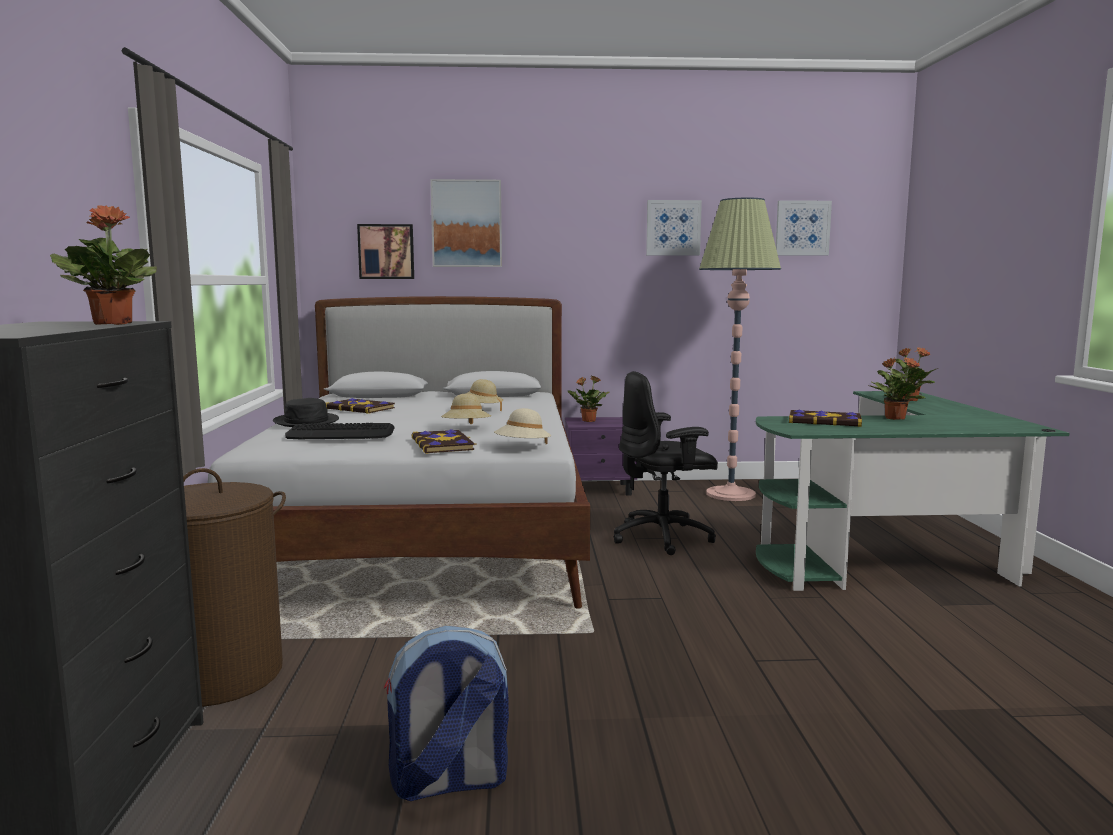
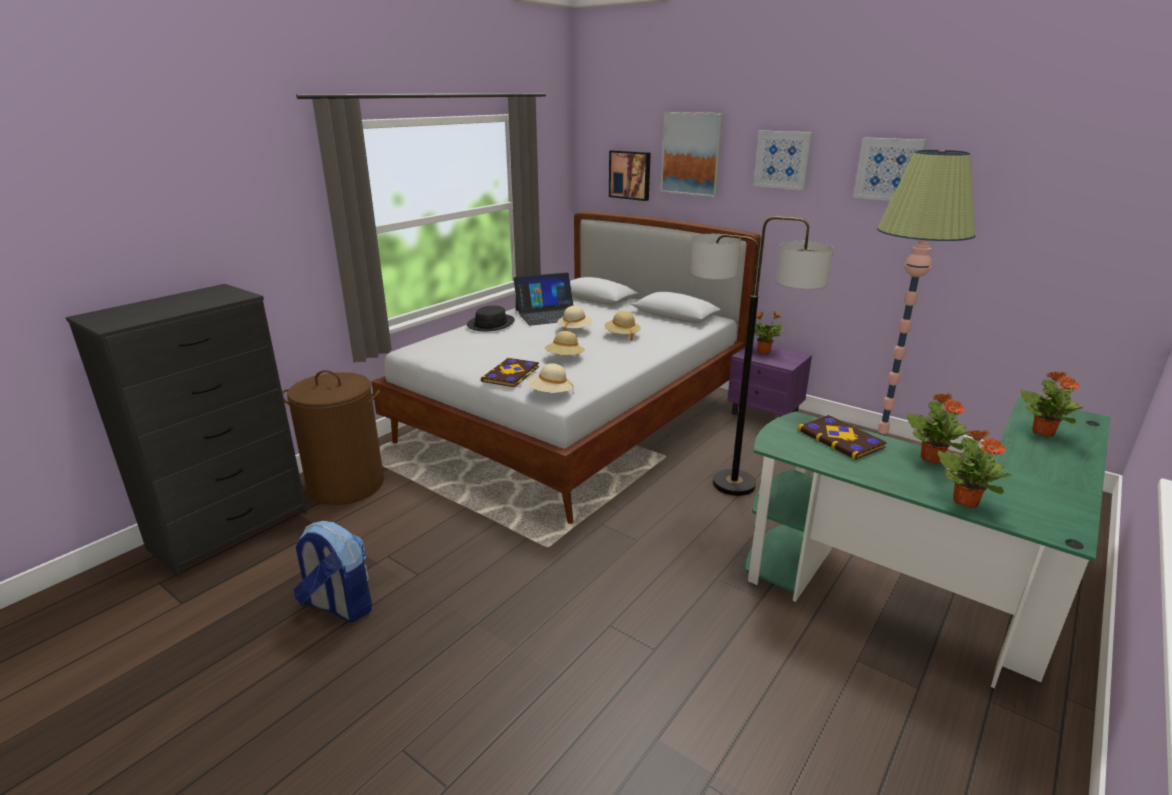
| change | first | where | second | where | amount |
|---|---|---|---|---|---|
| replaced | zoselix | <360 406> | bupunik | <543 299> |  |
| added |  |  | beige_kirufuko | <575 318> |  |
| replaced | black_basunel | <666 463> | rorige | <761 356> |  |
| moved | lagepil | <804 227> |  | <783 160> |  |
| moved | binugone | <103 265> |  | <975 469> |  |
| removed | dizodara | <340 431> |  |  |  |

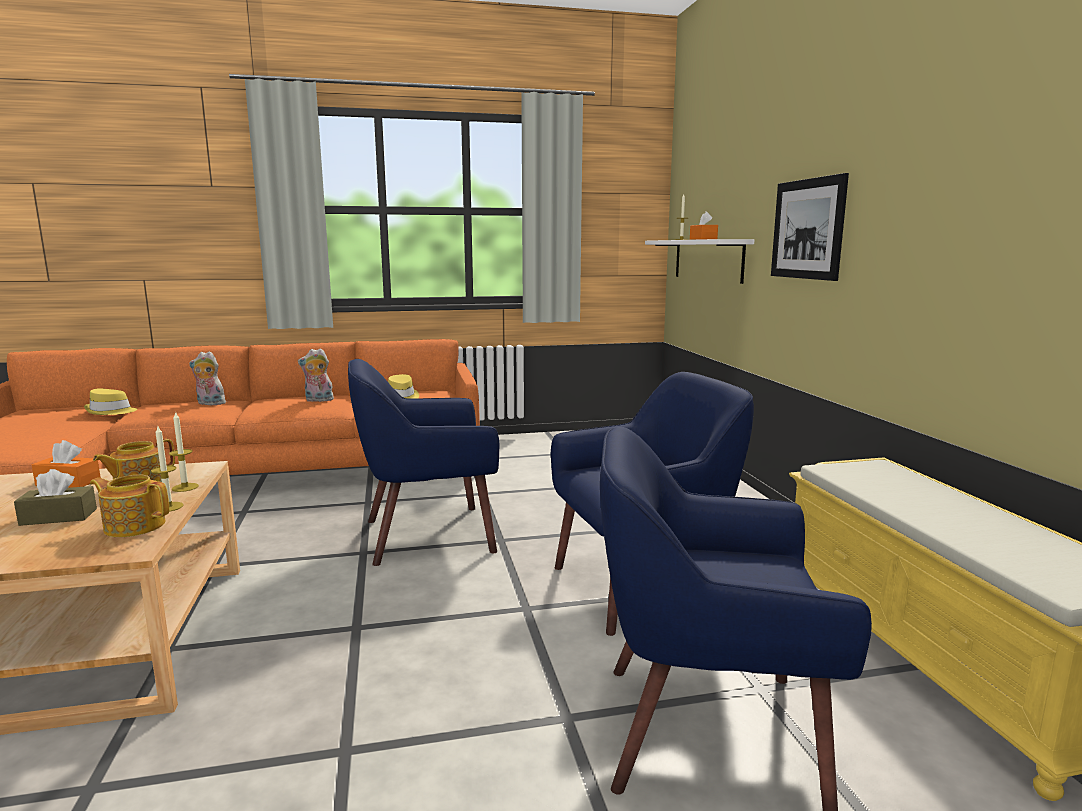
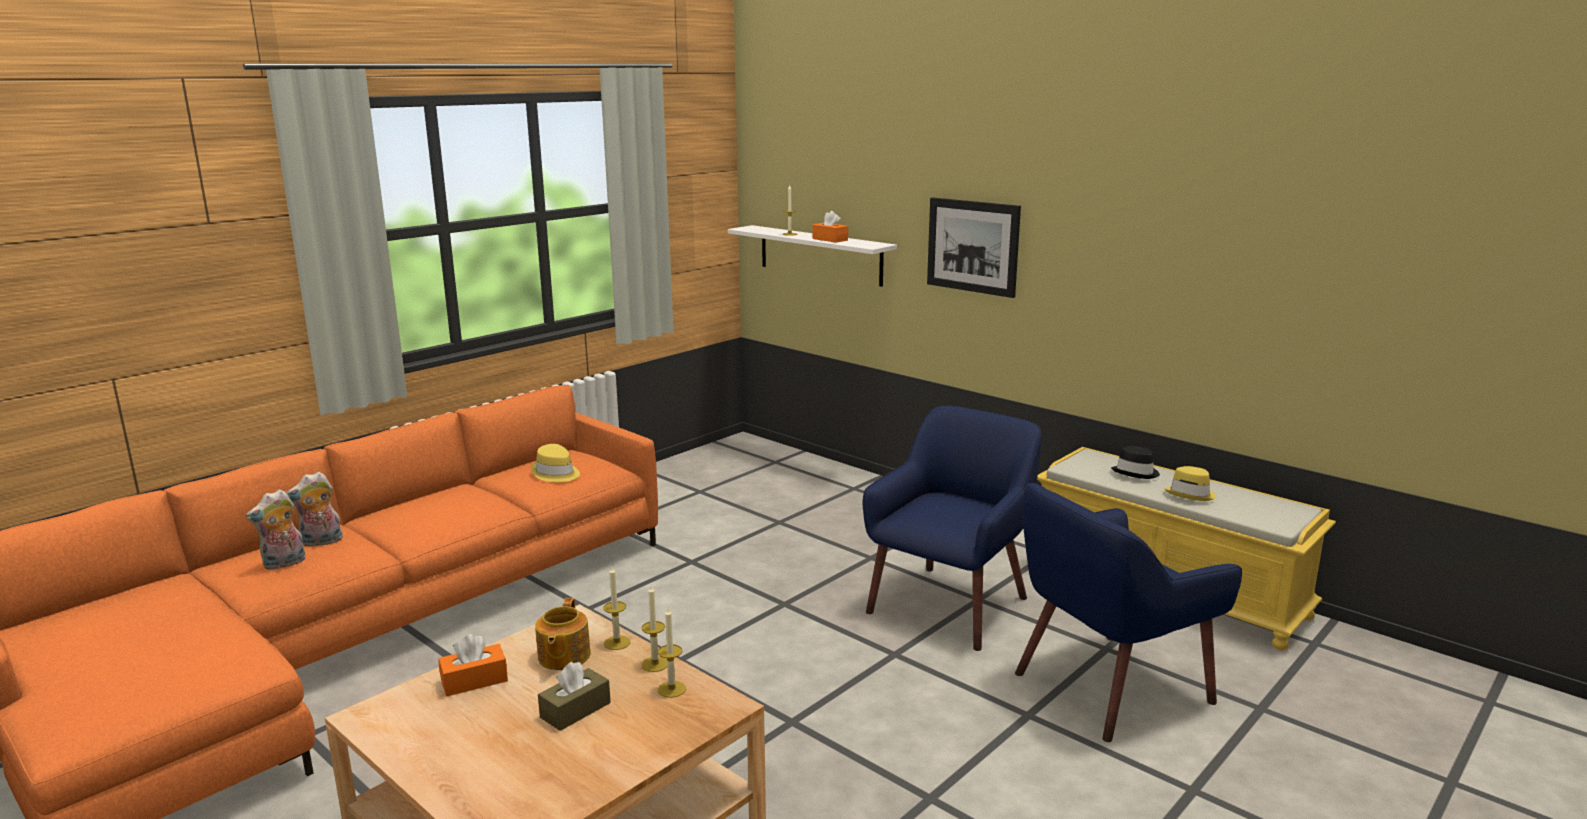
| change | first | where | second | where | amount |
|---|---|---|---|---|---|
| moved | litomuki | <316 375> |  | <276 529> |  |
| replaced | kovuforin | <129 506> | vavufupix | <672 653> |  |
| added |  |  | black_kirufuko | <1135 462> |  |
| moved | yellow_kirufuko | <110 401> |  | <1190 483> |  |
| removed | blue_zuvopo | <424 462> |  |  |  |

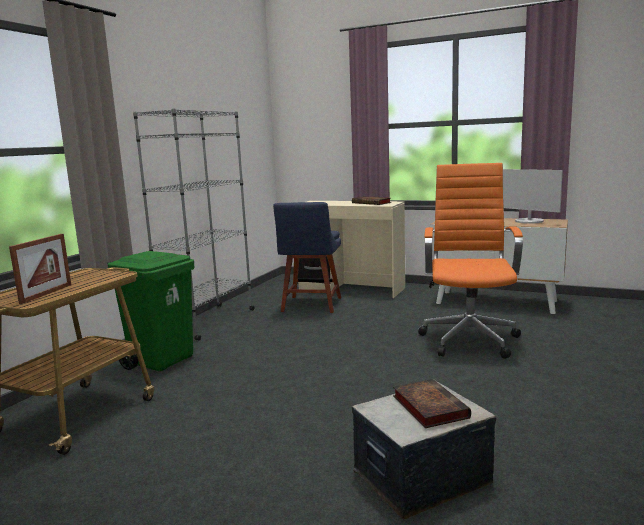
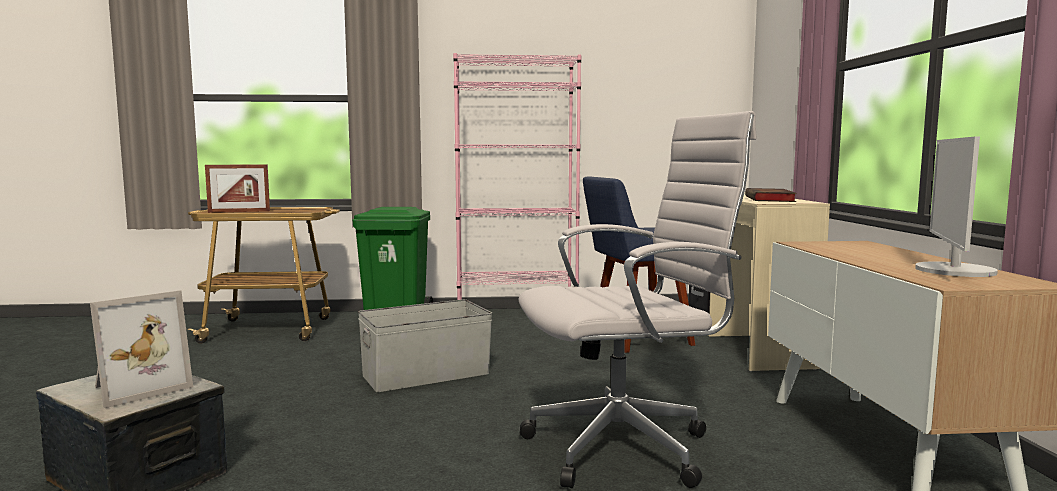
| change | first | where | second | where | amount |
|---|---|---|---|---|---|
| replaced | zoselix | <432 403> | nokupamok | <141 349> |  |
| added |  |  | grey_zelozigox | <425 345> |  |
| recoloured | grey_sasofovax | <193 224> | pink_sasofovax | <517 176> |  |
| recoloured | orange_basunel | <470 261> | white_basunel | <637 299> |  |

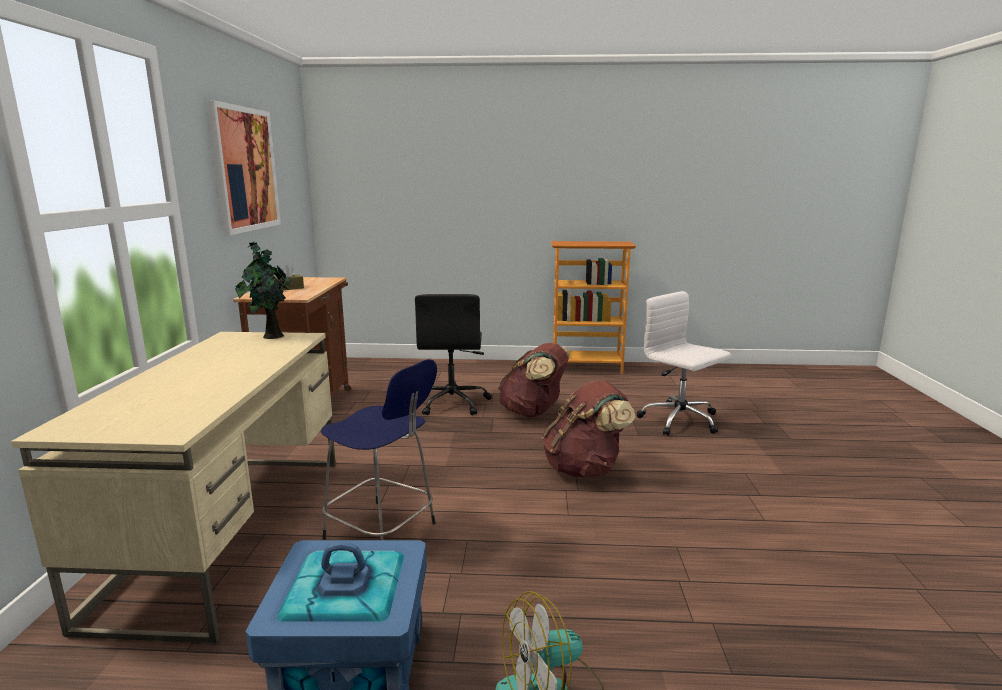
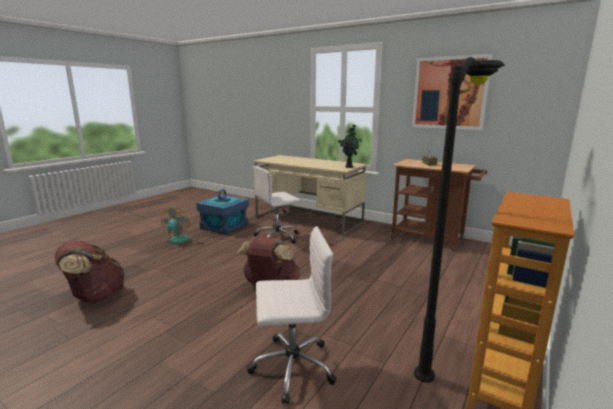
| change | first | where | second | where | amount |
|---|---|---|---|---|---|
| moved | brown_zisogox | <534 380> |  | <90 271> |  |
| replaced | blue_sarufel | <379 449> | white_basunel | <277 205> |  |
| added |  |  | black_rorige | <459 220> |  |
| removed | black_basunel | <453 354> |  |  |  |

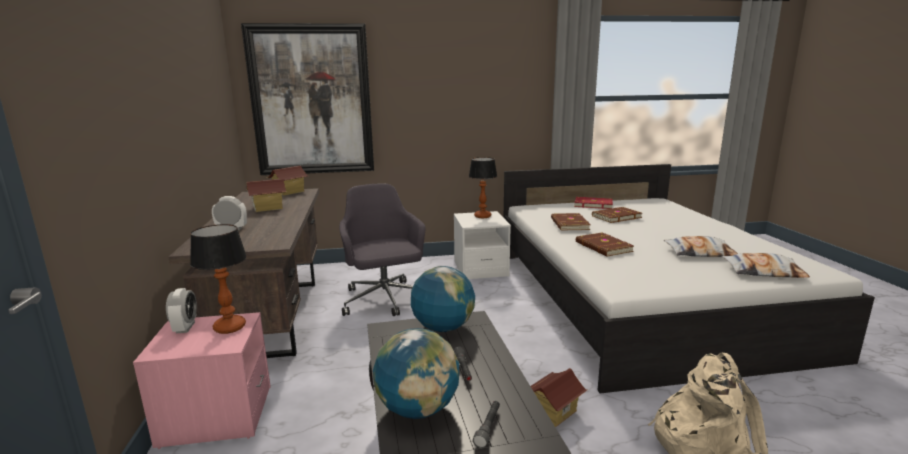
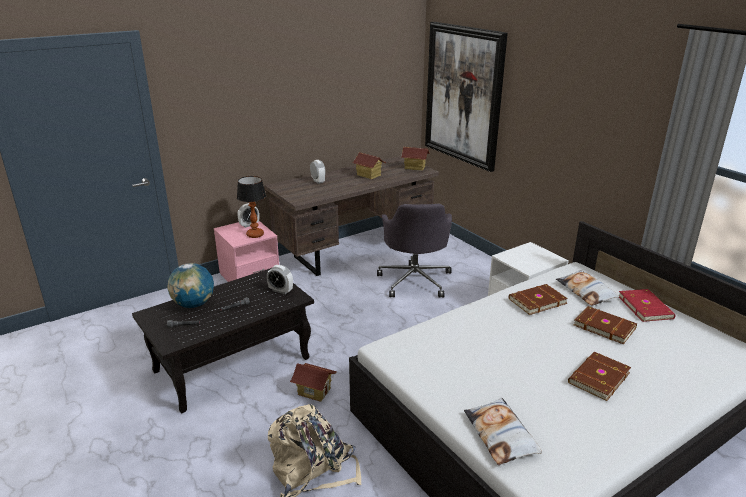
| change | first | where | second | where | amount |
|---|---|---|---|---|---|
| replaced | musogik | <443 299> | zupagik | <280 279> |  |
| turned | grey_basunel | <382 249> |  | <414 250> | 135 degrees clockwise |
| moved | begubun | <701 246> |  | <588 288> |  |
| moved | brown_zoselix | <605 244> |  | <599 376> |  |
| removed | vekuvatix | <483 187> |  |  |  |

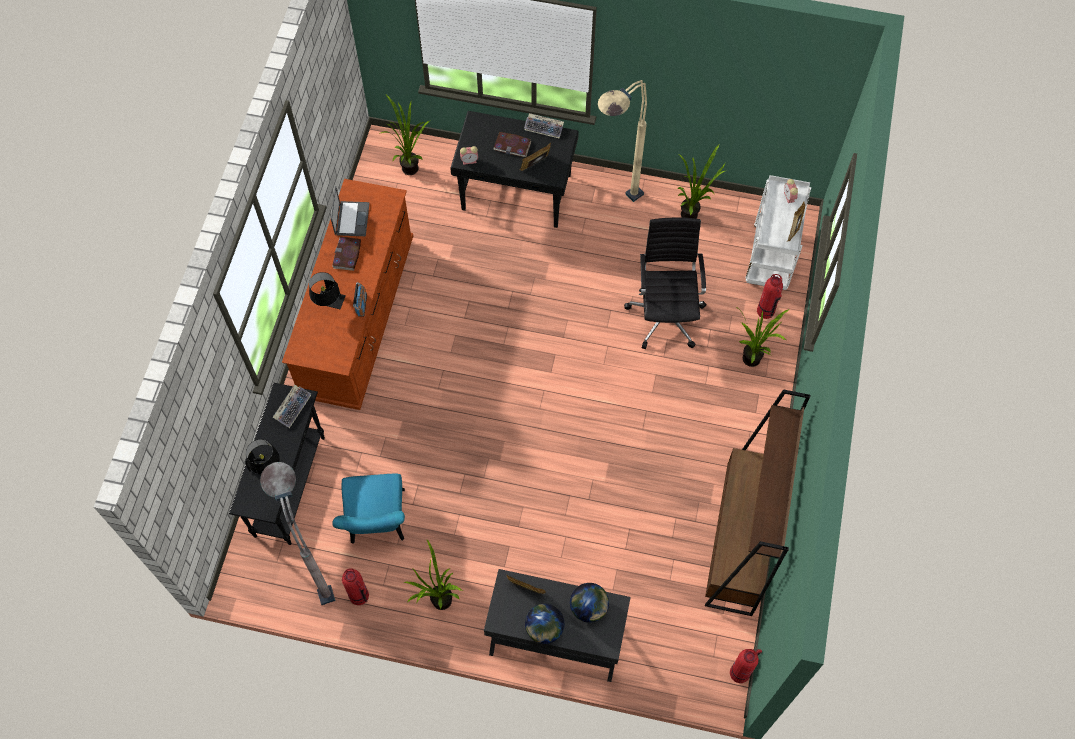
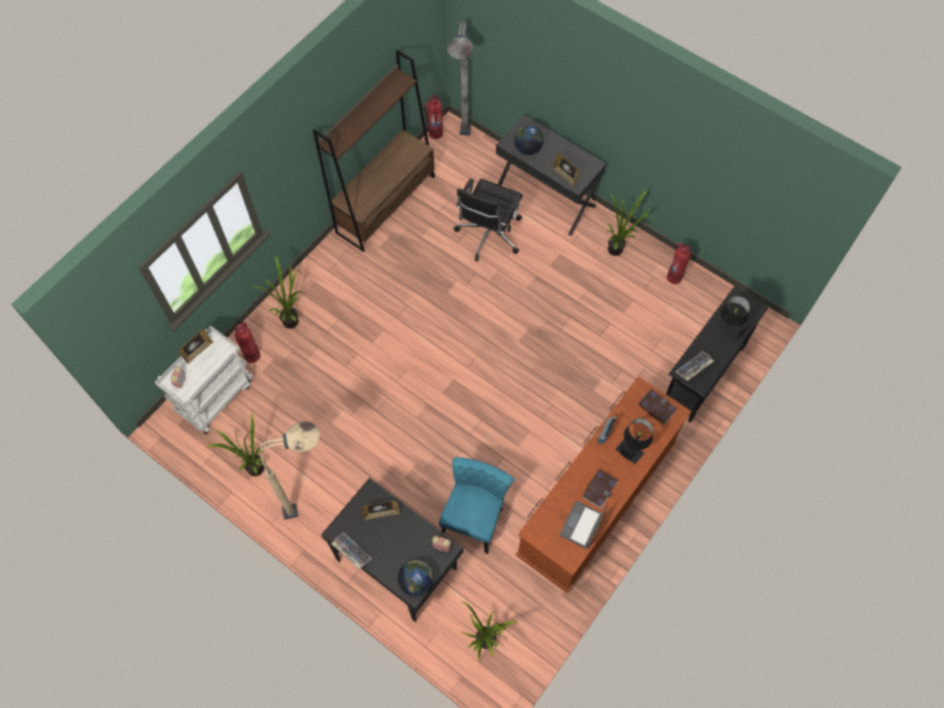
| change | first | where | second | where | amount |
|---|---|---|---|---|---|
| moved | musogik | <544 624> |  | <416 578> |  |
| moved | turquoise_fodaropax | <368 509> |  | <476 505> |  |
| moved | grey_rorige | <297 533> |  | <460 78> |  |
| moved | black_basunel | <665 283> |  | <488 219> |  |
| moved | zoselix | <512 144> |  | <658 407> |  |

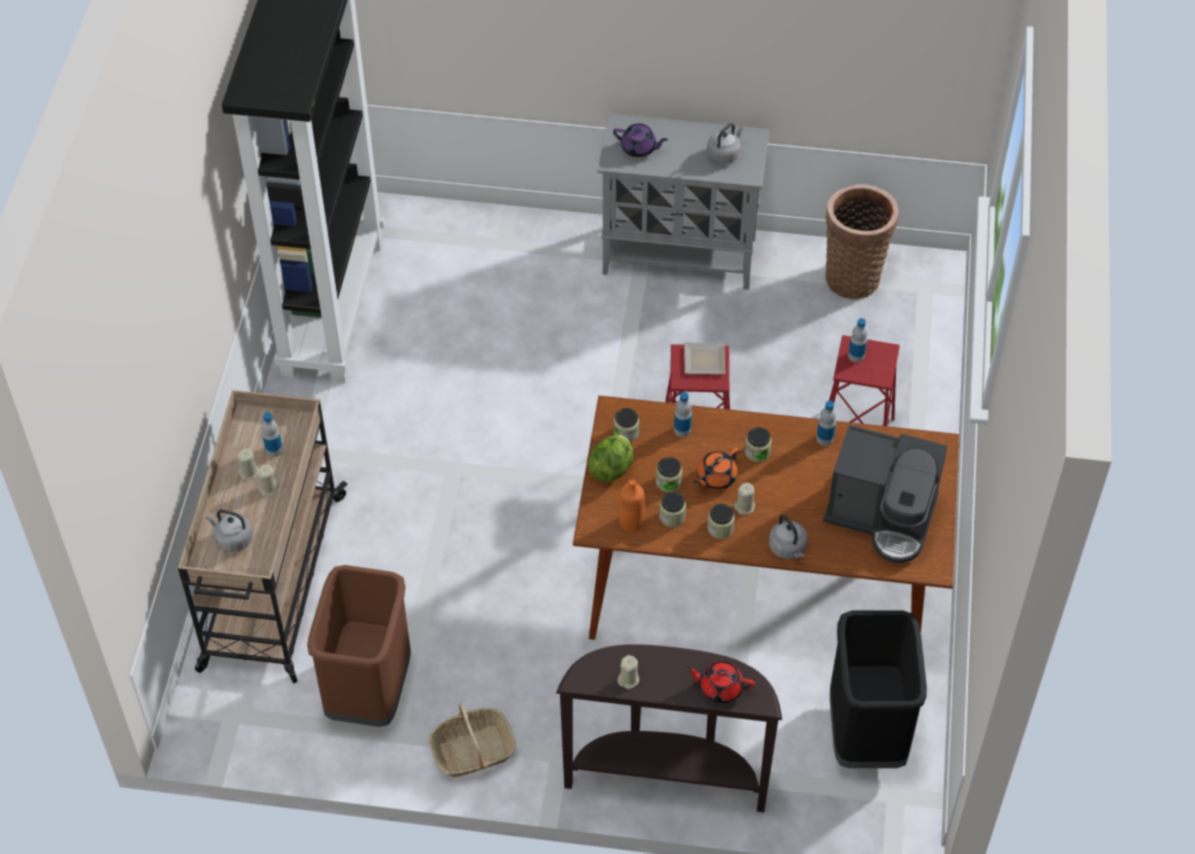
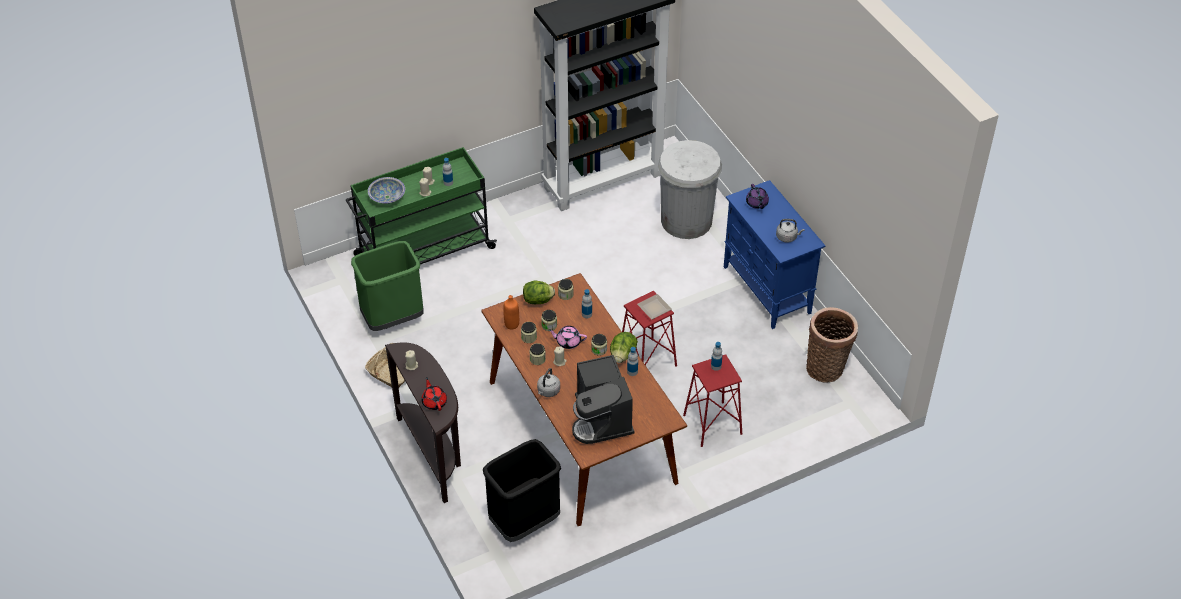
| change | first | where | second | where | amount |
|---|---|---|---|---|---|
| recoloured | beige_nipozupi | <263 536> | green_nipozupi | <421 205> |  |
| recoloured | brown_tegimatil | <359 646> | green_tegimatil | <387 286> |  |
| replaced | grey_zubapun | <229 530> | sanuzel | <386 190> |  |
| recoloured | orange_kovuforin | <716 469> | pink_kovuforin | <567 337> |  |
| added |  |  | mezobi | <624 347> |  |
| added |  |  | white_tegimatil | <690 189> |  |
| recoloured | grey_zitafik | <683 201> | blue_zitafik | <774 254> |  |

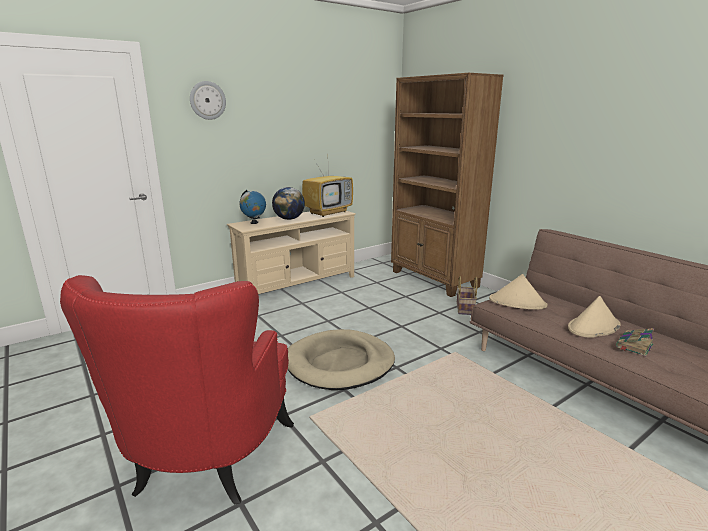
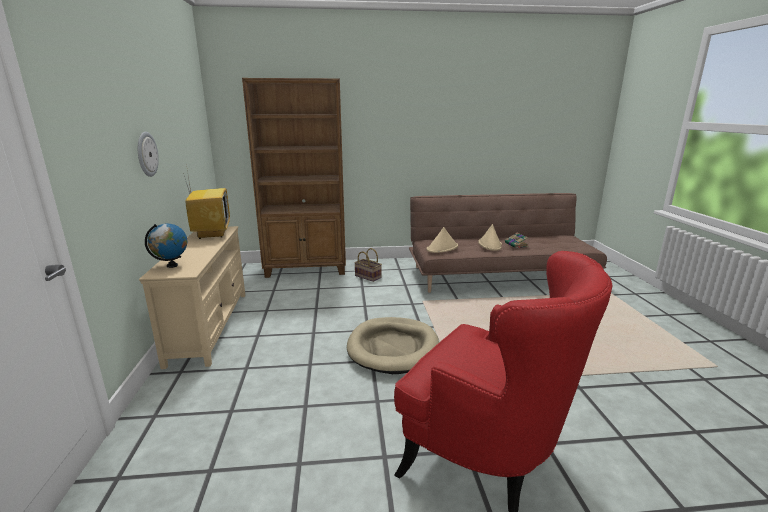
| change | first | where | second | where | amount |
|---|---|---|---|---|---|
| moved | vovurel | <208 100> |  | <148 154> |  |
| removed | musogik | <288 203> |  |  |  |

